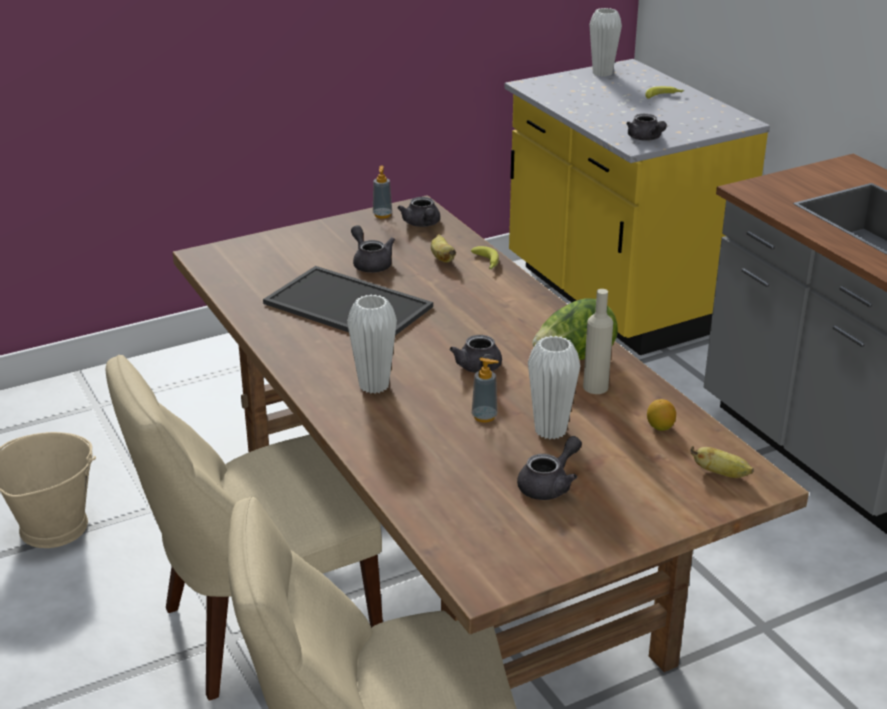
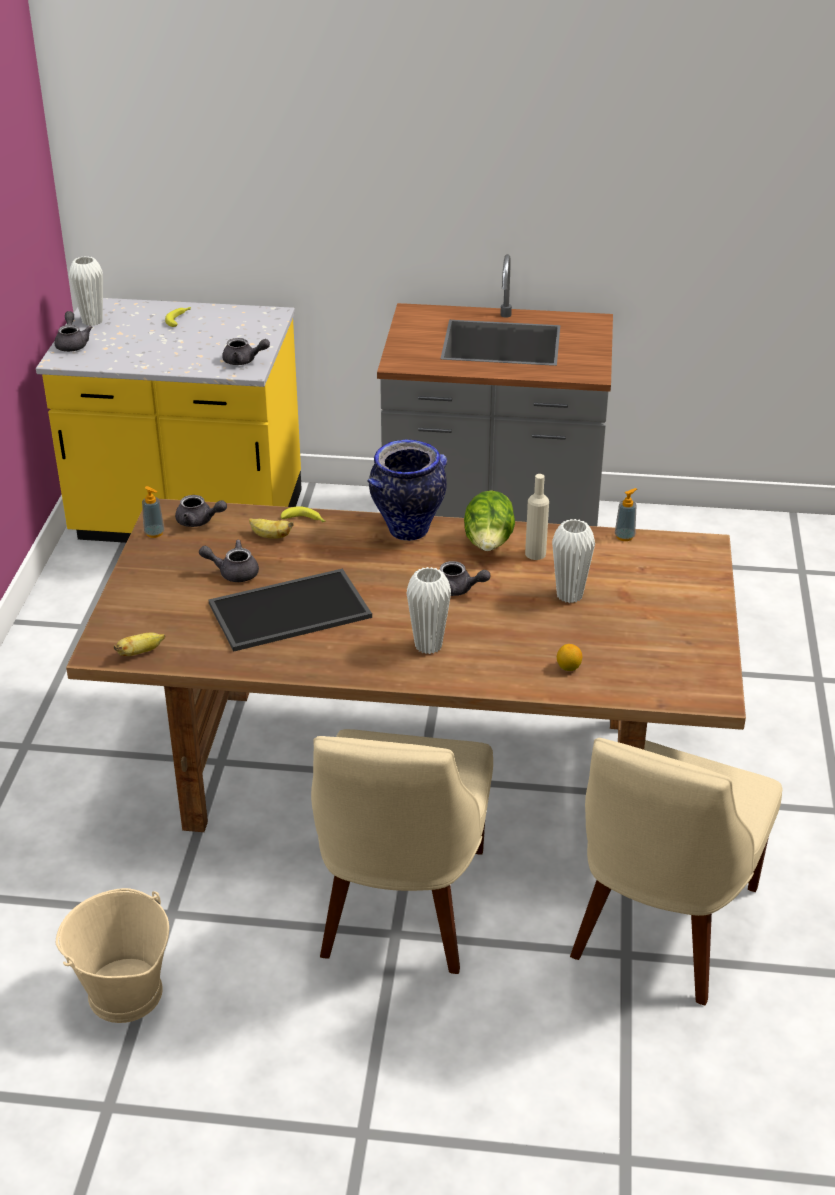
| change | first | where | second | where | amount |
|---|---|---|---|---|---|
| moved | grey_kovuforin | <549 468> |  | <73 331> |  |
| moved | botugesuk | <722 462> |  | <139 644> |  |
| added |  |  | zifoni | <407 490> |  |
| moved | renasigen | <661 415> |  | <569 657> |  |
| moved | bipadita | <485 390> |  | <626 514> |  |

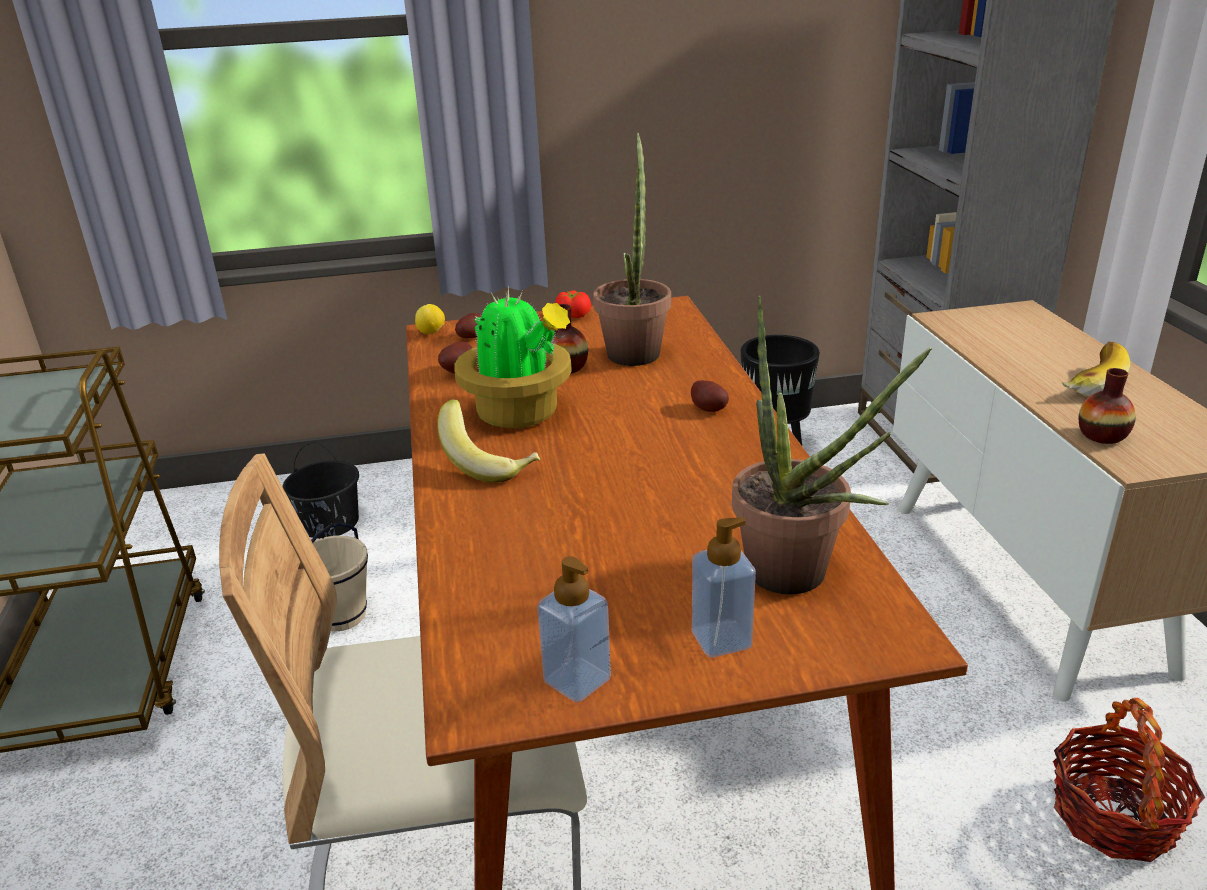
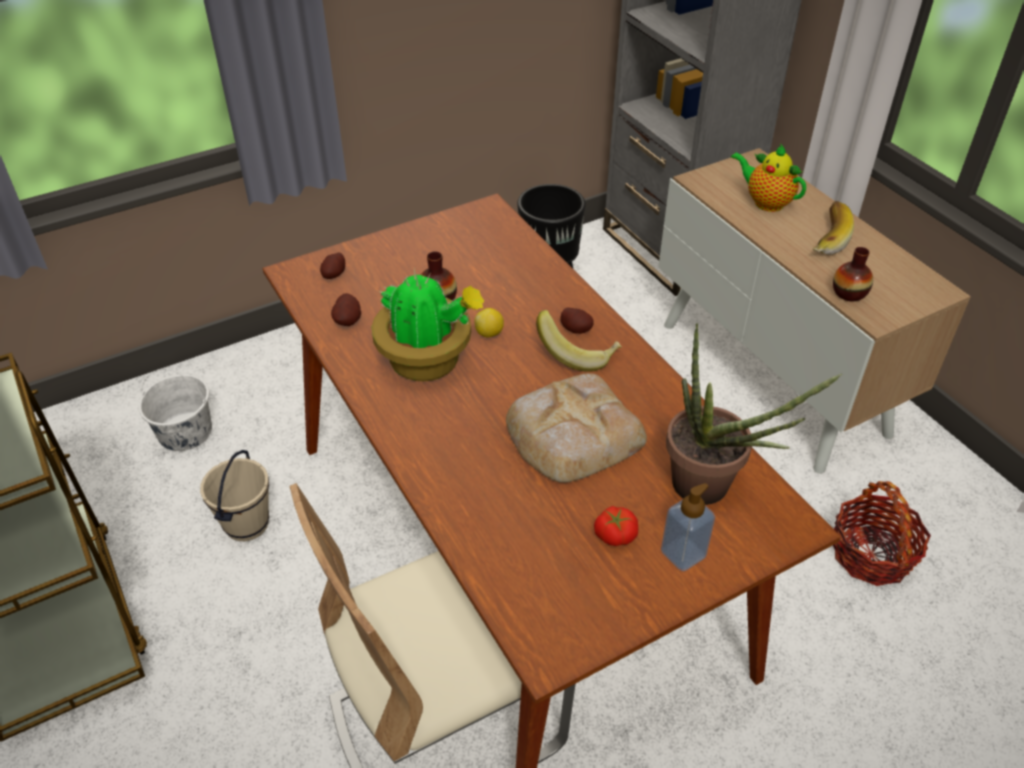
| change | first | where | second | where | amount |
|---|---|---|---|---|---|
| recoloured | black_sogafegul | <320 490> | white_sogafegul | <175 410> |  |
| moved | renasigen | <430 319> |  | <489 322> |  |
| added |  |  | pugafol | <576 428> |  |
| moved | botugesuk | <488 441> |  | <579 341> |  |
| moved | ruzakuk | <573 304> |  | <616 526> |  |
| added |  |  | kovuforin | <768 178> |  |
| removed | bipadita | <574 629> |  |  |  |
| removed | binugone | <632 249> |  |  |  |

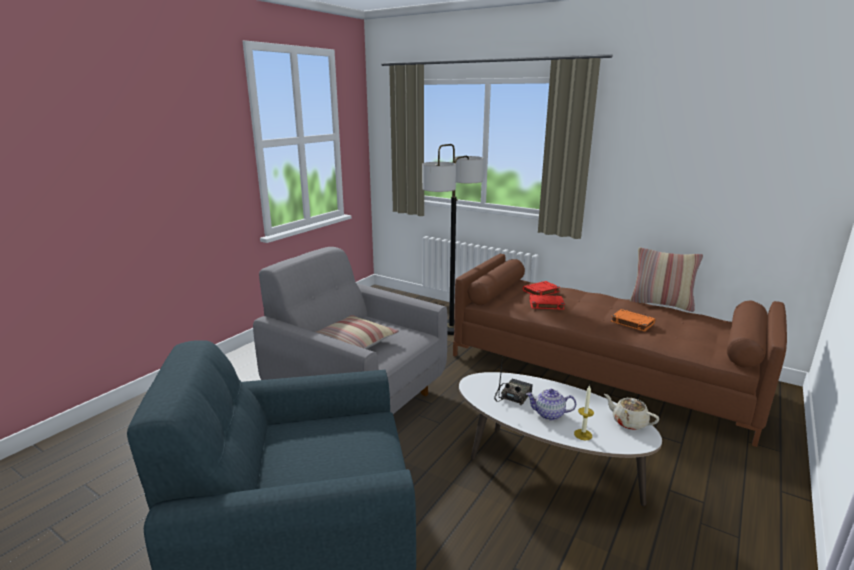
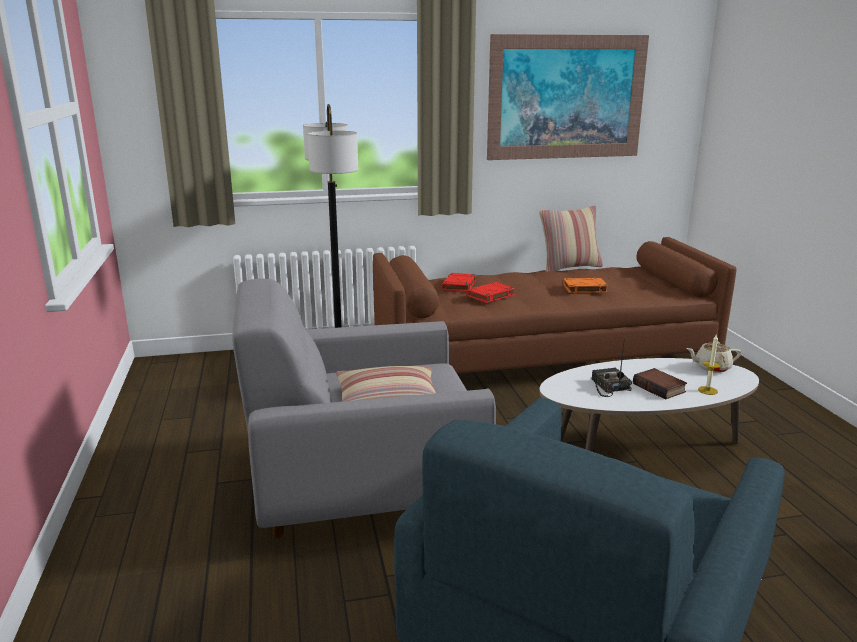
| change | first | where | second | where | amount |
|---|---|---|---|---|---|
| added |  |  | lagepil | <568 97> |  |
| replaced | kovuforin | <551 404> | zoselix | <660 384> |  |

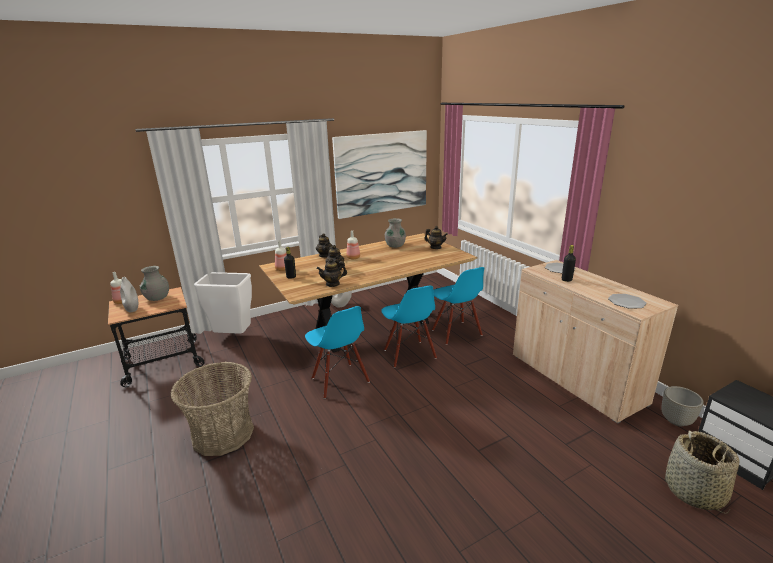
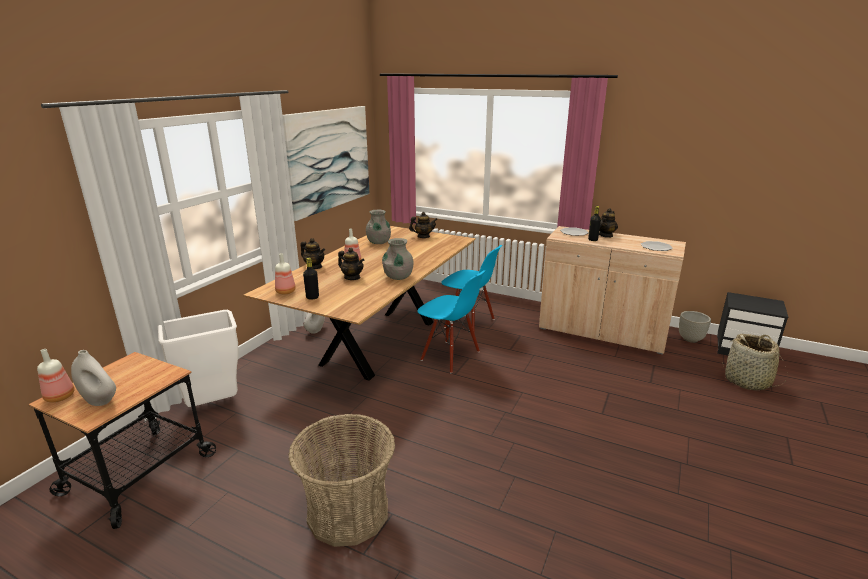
| change | first | where | second | where | amount |
|---|---|---|---|---|---|
| moved | grey_zifoni | <154 283> |  | <397 259> |  |
| moved | kovuforin | <332 272> |  | <608 223> |  |
| removed | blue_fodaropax | <337 352> |  |  |  |

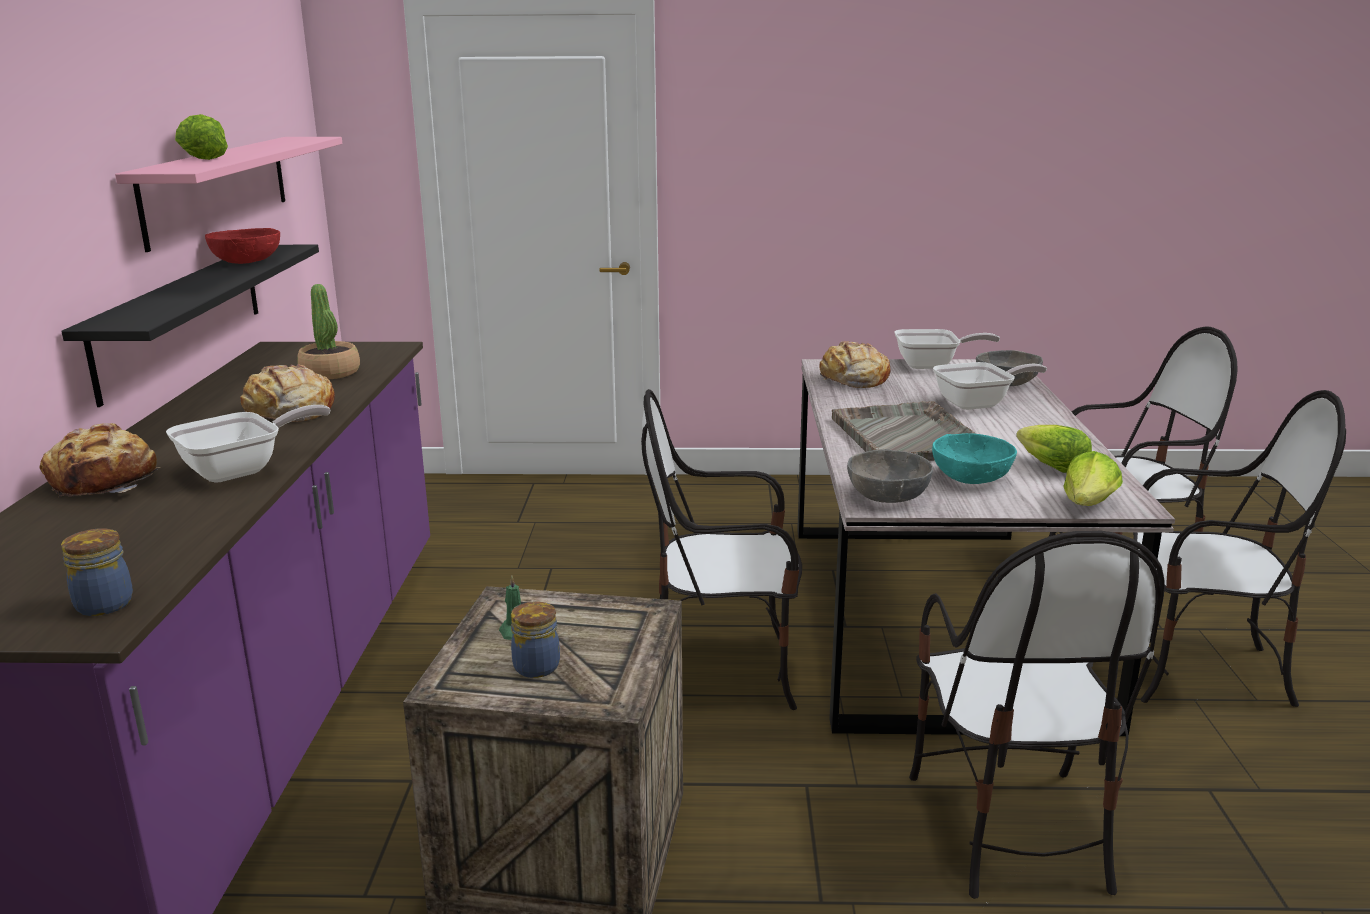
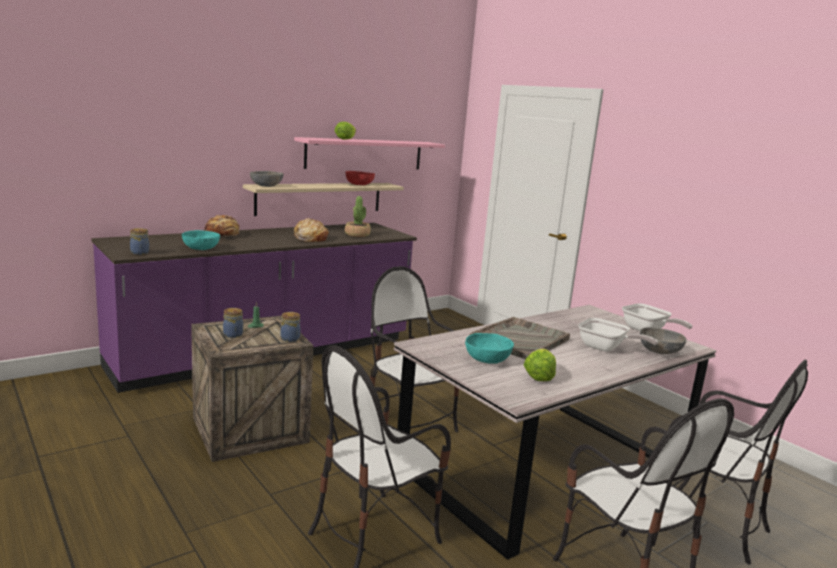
| change | first | where | second | where | amount |
|---|---|---|---|---|---|
| added |  |  | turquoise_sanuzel | <201 240> |  |
| recoloured | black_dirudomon | <190 326> | beige_dirudomon | <323 199> |  |
| moved | grey_sanuzel | <890 476> |  | <266 179> |  |
| added |  |  | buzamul | <290 327> |  |
| removed | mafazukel | <248 444> |  |  |  |
| removed | pugafol | <854 364> |  |  |  |
| removed | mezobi | <1093 478> |  |  |  |

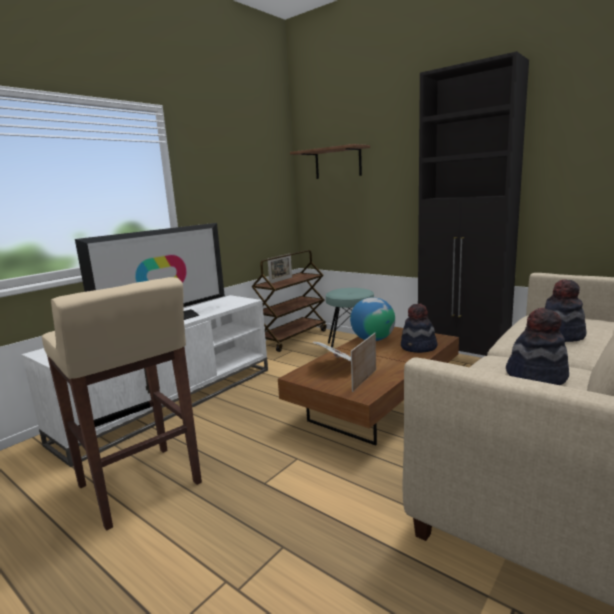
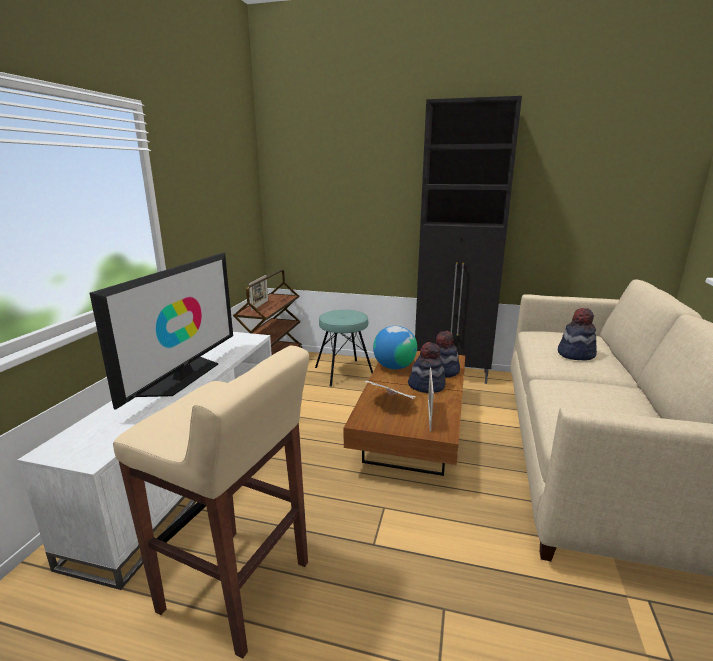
| change | first | where | second | where | amount |
|---|---|---|---|---|---|
| moved | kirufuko | <537 346> |  | <427 367> |  |
| removed | dirudomon | <330 161> |  |  |  |

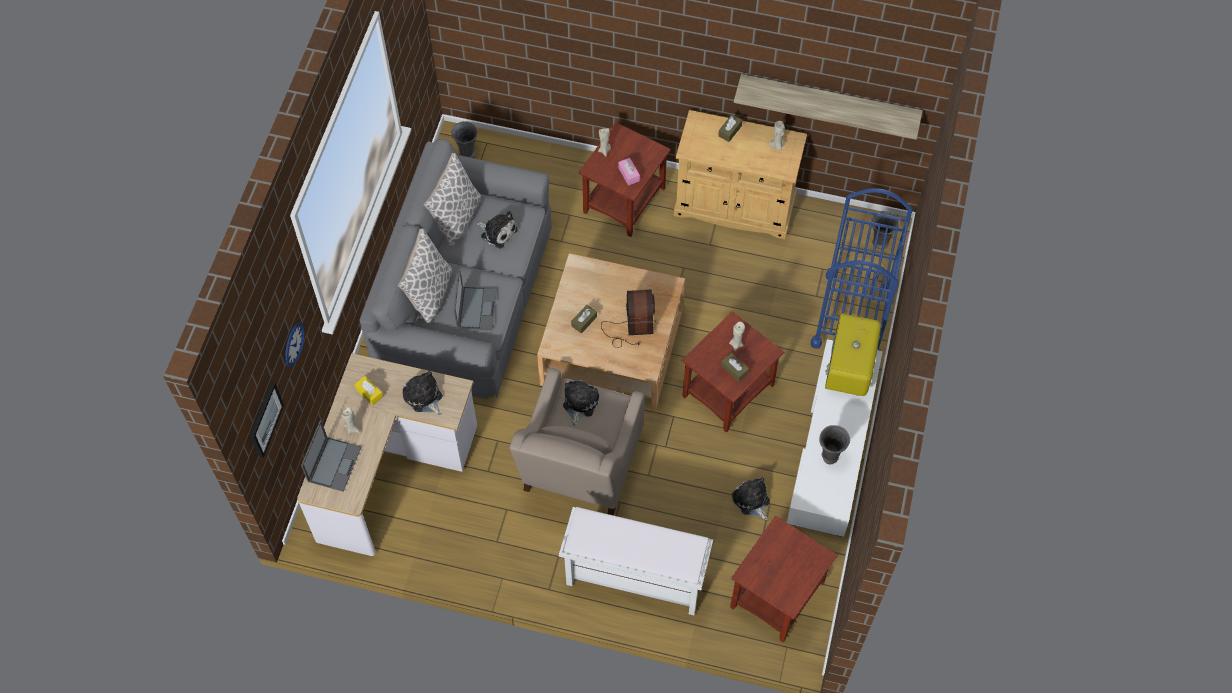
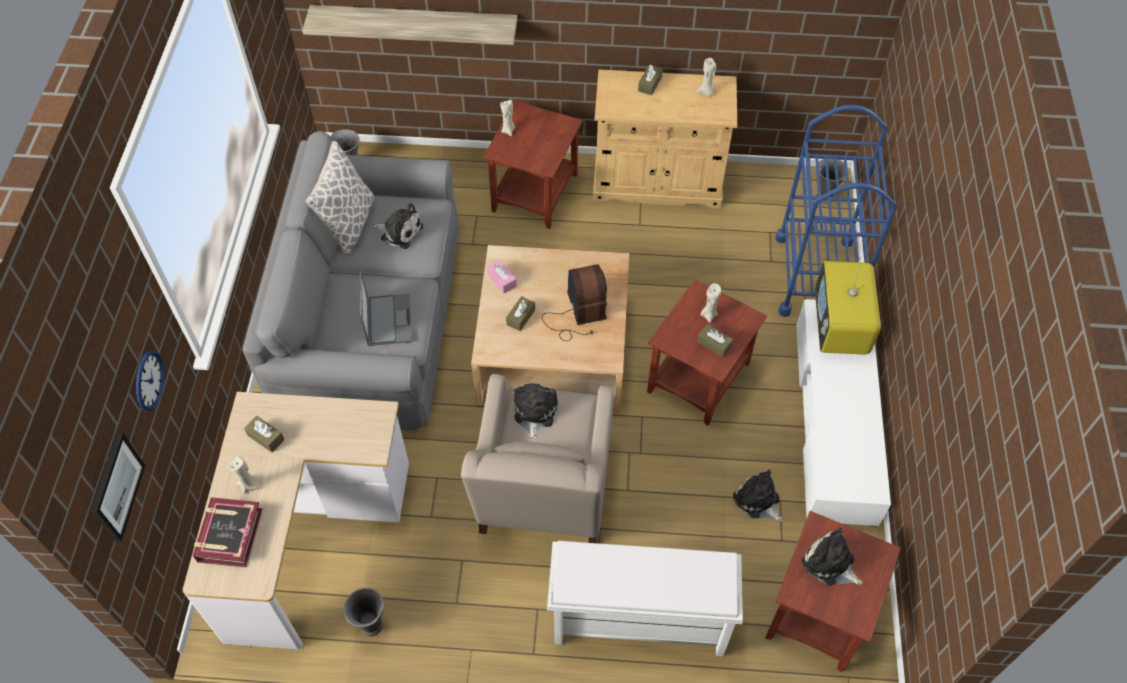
| change | first | where | second | where | amount |
|---|---|---|---|---|---|
| replaced | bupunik | <331 456> | zoselix | <227 532> |  |
| recoloured | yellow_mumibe | <368 391> | brown_mumibe | <264 434> |  |
| moved | dirudomon | <828 107> |  | <409 25> |  |
| moved | grey_zifoni | <834 444> |  | <364 612> |  |
| moved | pink_mumibe | <629 171> |  | <502 277> |  |
| moved | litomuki | <422 393> |  | <832 557> |  |
| removed | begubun | <425 276> |  |  |  |

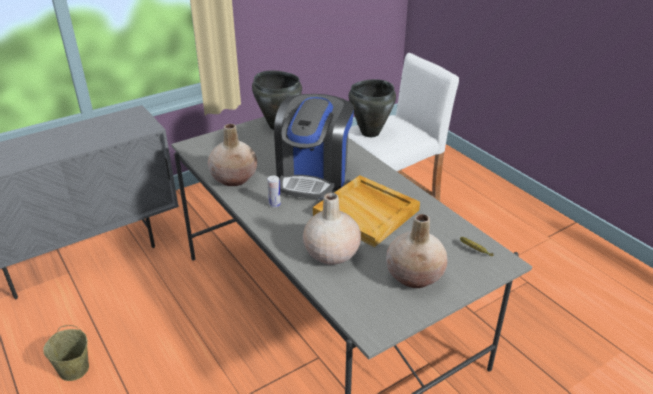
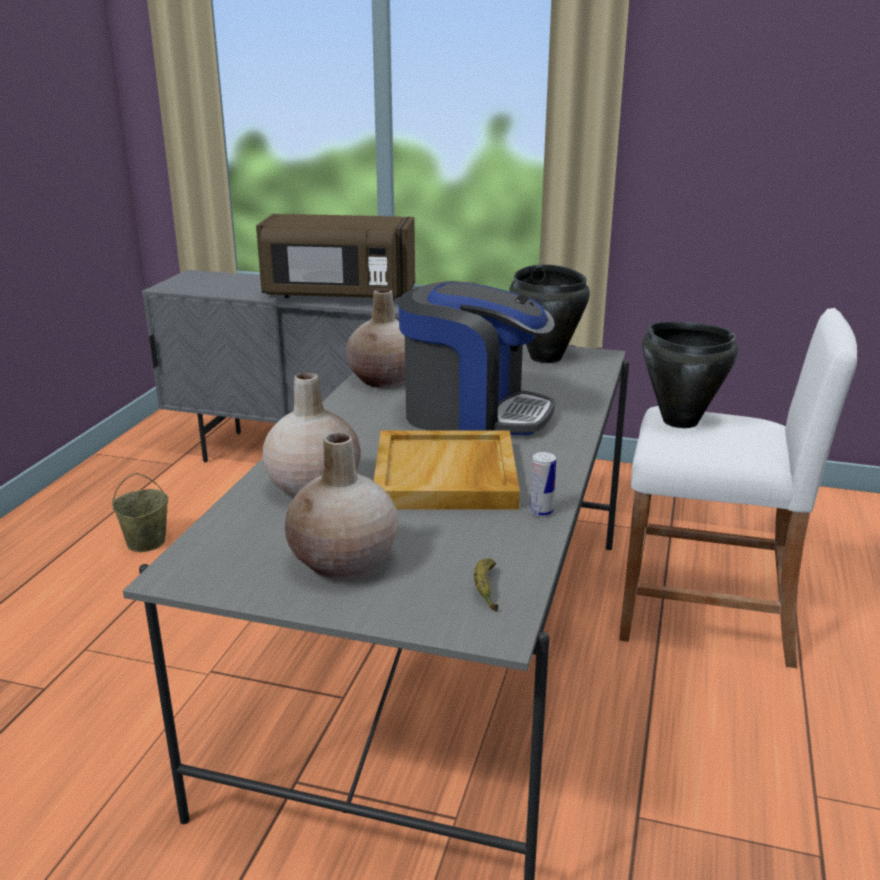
| change | first | where | second | where | amount |
|---|---|---|---|---|---|
| added |  |  | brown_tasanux | <335 257> |  |
| turned | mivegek | <314 146> |  | <477 358> | 135 degrees counterclockwise |
| moved | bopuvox | <274 192> |  | <543 484> |  |

